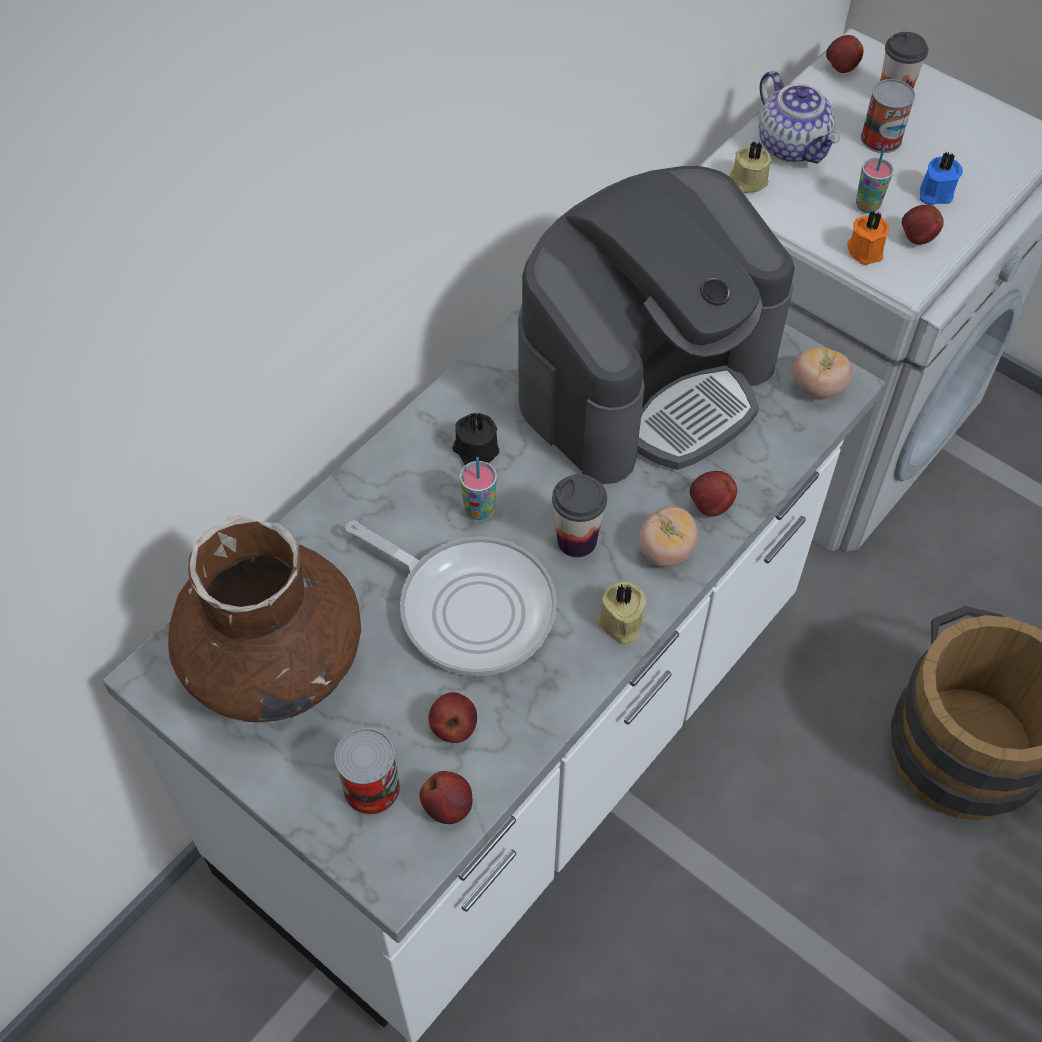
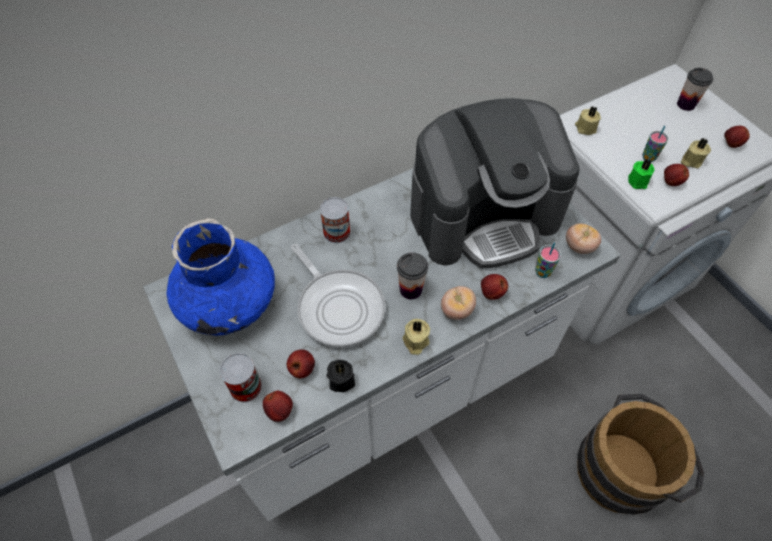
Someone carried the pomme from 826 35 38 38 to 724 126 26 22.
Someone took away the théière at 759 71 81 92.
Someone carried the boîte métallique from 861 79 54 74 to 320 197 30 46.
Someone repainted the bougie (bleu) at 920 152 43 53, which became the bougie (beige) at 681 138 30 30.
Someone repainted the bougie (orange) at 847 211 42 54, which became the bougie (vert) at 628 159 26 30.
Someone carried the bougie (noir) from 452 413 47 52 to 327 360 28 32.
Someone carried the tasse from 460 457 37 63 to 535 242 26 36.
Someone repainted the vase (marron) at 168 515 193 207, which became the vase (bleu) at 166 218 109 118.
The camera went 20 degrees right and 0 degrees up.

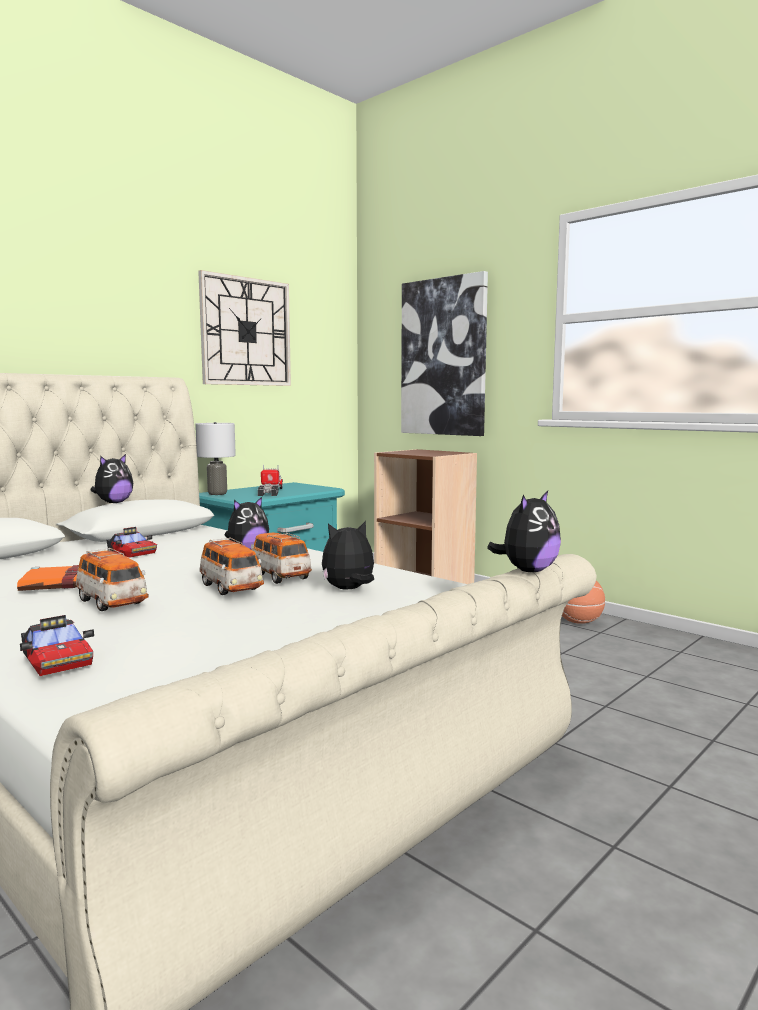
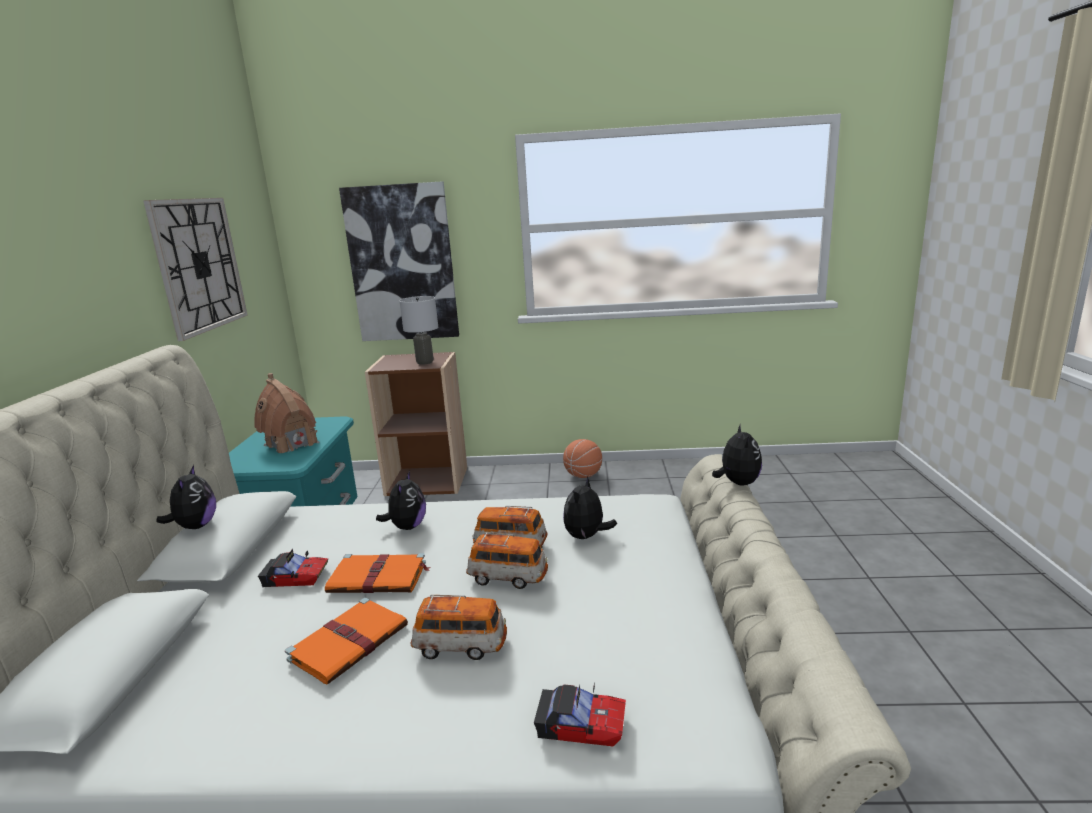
Someone carried the lampe de table (blanc) from 195 422 41 73 to 399 296 39 69.
Someone swapped the camion jouet at 258 465 25 31 for the maison miniature at 254 373 66 80.
Someone put down the livre (orange) at 325 553 106 40.
The camera went 40 degrees left and 10 degrees up.

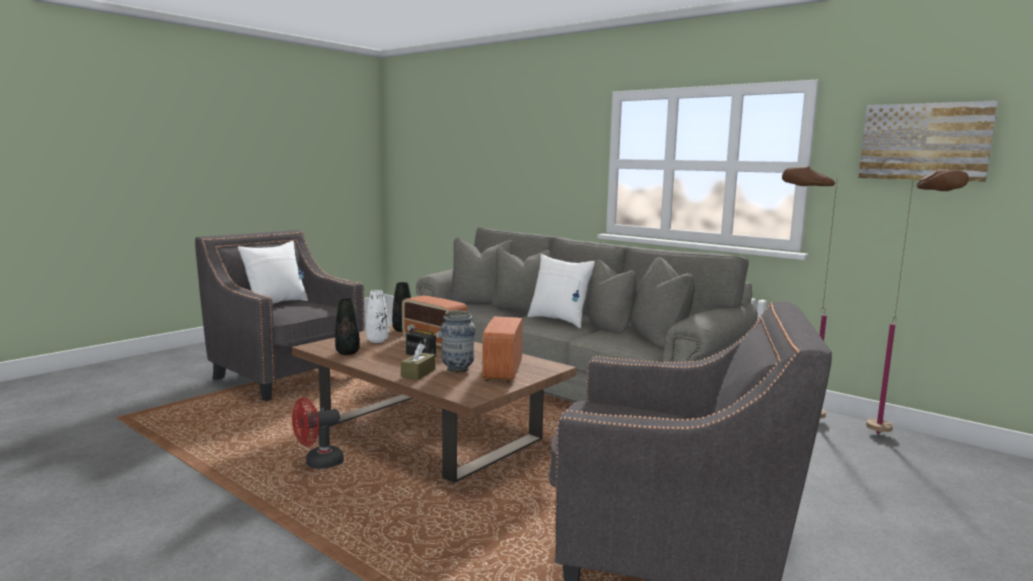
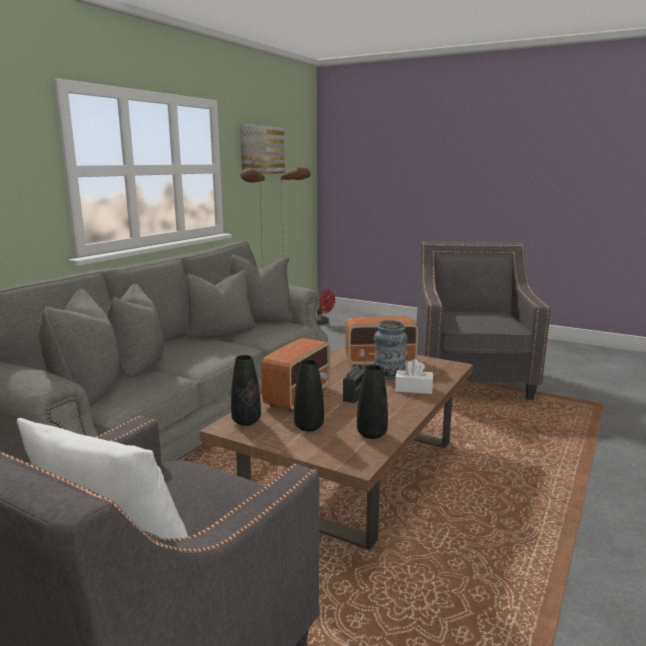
Someone took away the coussin (blanc) at 527 254 68 74.
Someone repainted the vase (blanc) at 366 290 23 53, which became the vase (noir) at 294 359 30 73.
Someone repainted the boîte à mouchoirs (marron) at 401 343 35 37, which became the boîte à mouchoirs (blanc) at 395 359 38 35.
Someone carried the ventilateur (rouge) from 292 398 52 71 to 316 290 19 35.
The camera went 100 degrees left and 5 degrees up.

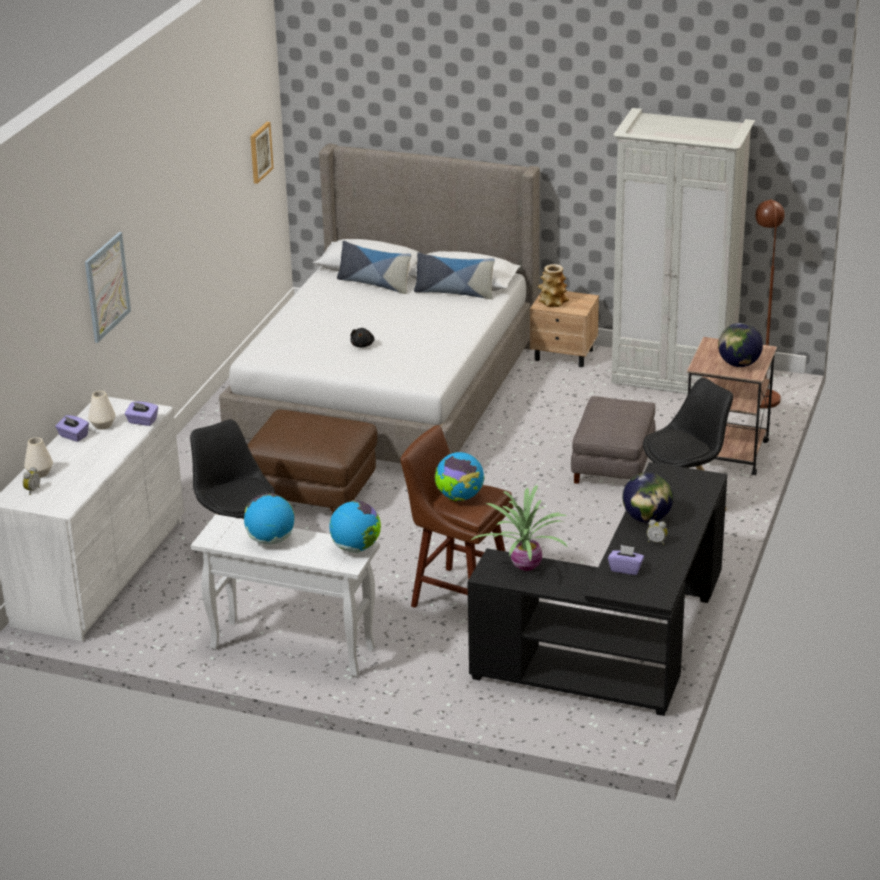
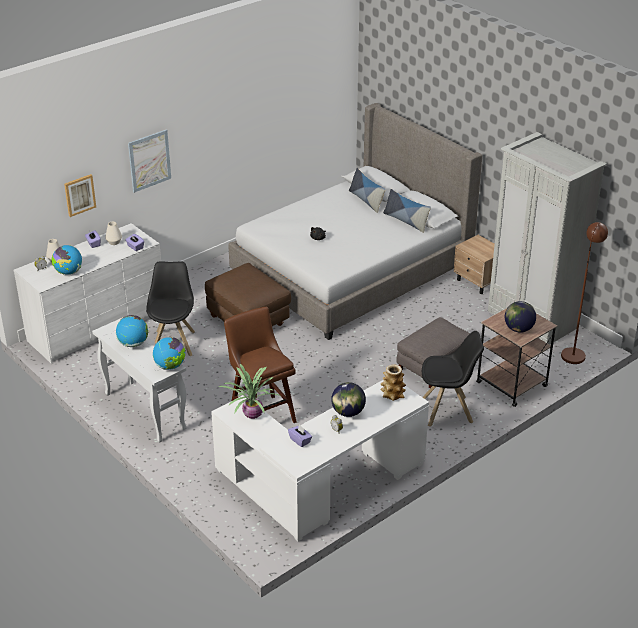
Someone carried the tableau from 250 122 24 62 to 64 174 32 43.
Someone carried the vase from 538 264 31 43 to 380 364 26 37.
Someone carried the globe from 435 452 50 49 to 52 245 30 30.
Someone repainted the bureau (noir) at 467 462 260 254, which became the bureau (blanc) at 211 380 218 162.
The camera went 30 degrees right and 5 degrees up.

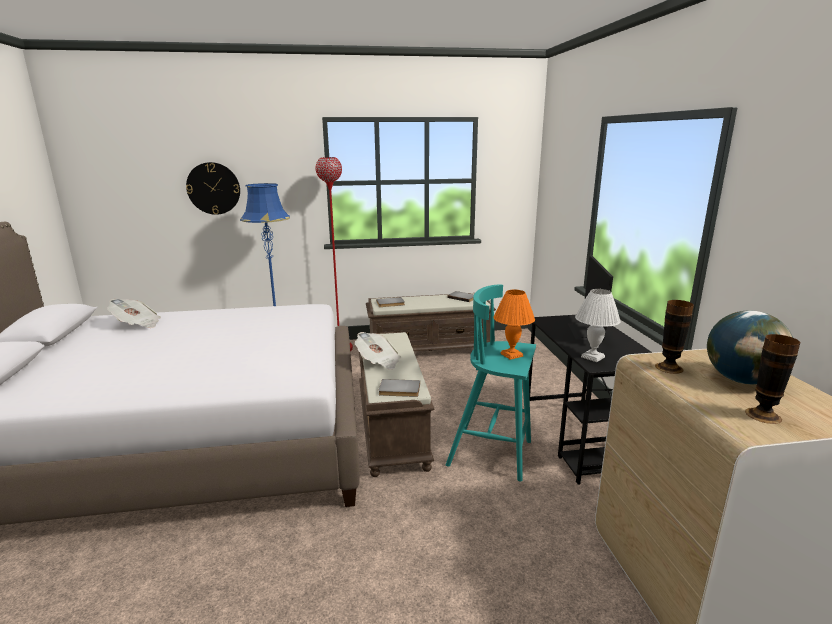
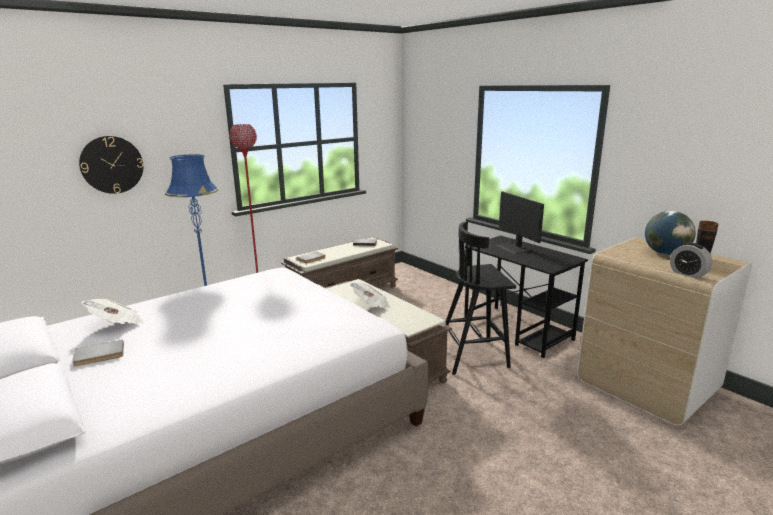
Someone repainted the tabouret (turquoise) at 446 284 90 197, which became the tabouret (noir) at 446 222 70 153.
Someone took away the lampe de table (blanc) at 575 289 46 73.
Someone took away the lampe de table (orange) at 493 290 42 70.
Someone took away the vase at 655 300 39 74.
Someone carried the livre (gris) from 378 379 42 18 to 72 340 52 26.
Someone put down the réveil at 670 242 42 37.
The camera went 30 degrees left and 0 degrees up.

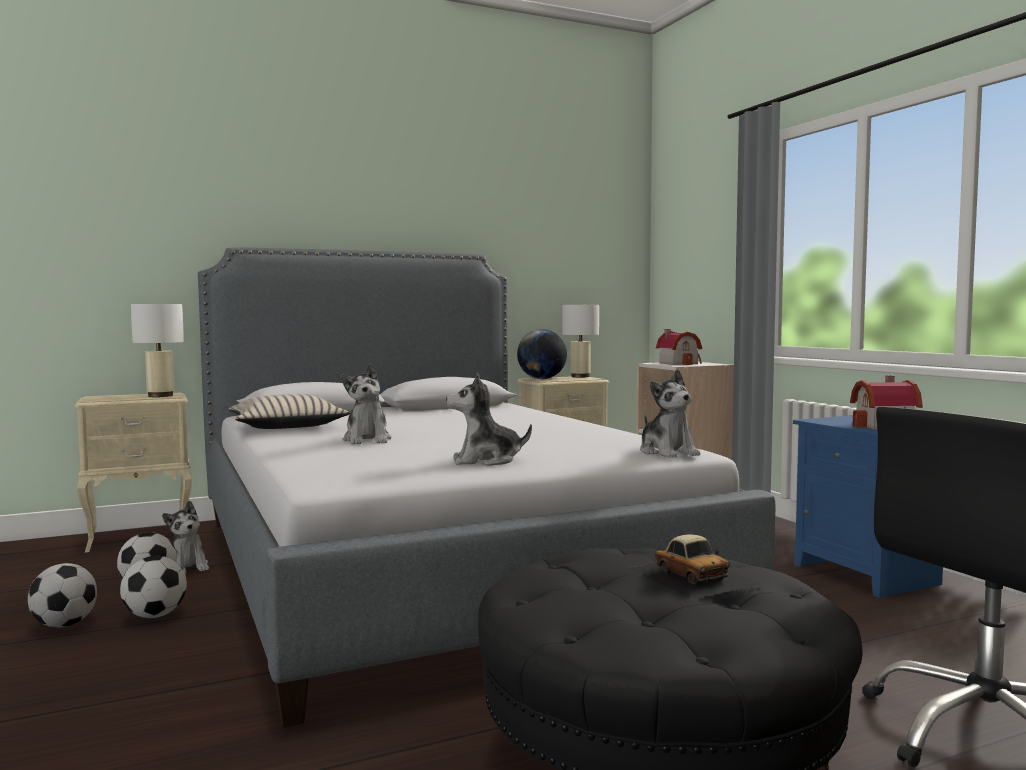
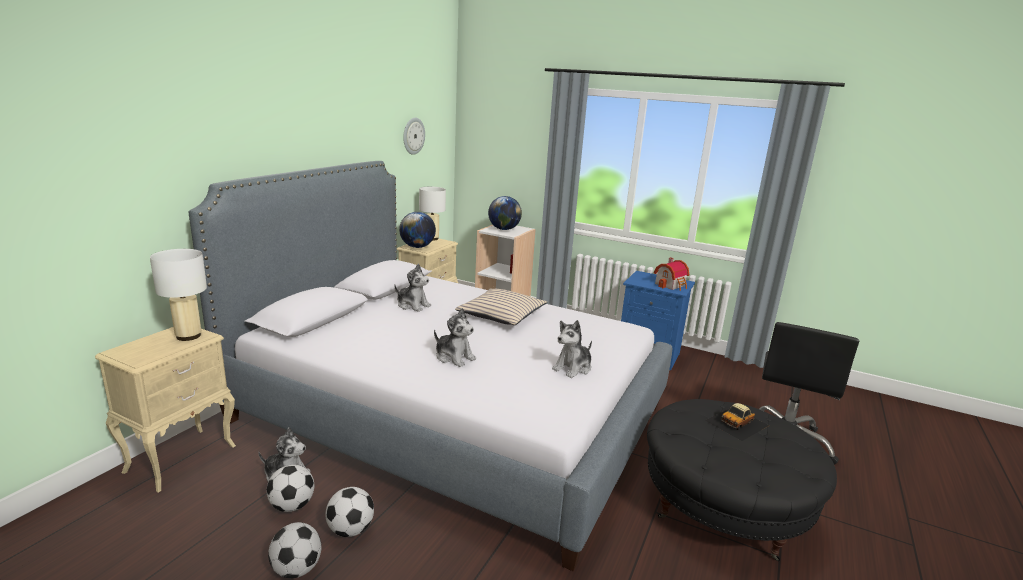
Someone swapped the maison miniature at 656 329 46 36 for the globe at 488 196 34 34.
Someone carried the peluche from 640 369 60 89 to 395 264 36 48.
Someone carried the coussin (beige) from 229 394 121 35 to 455 289 92 36.
Someone rotated the petite voiture at 627 534 136 65 by 120 degrees clockwise.
Someone put up the horloge murale at 403 118 22 37.
The camera went 40 degrees left and 15 degrees up.

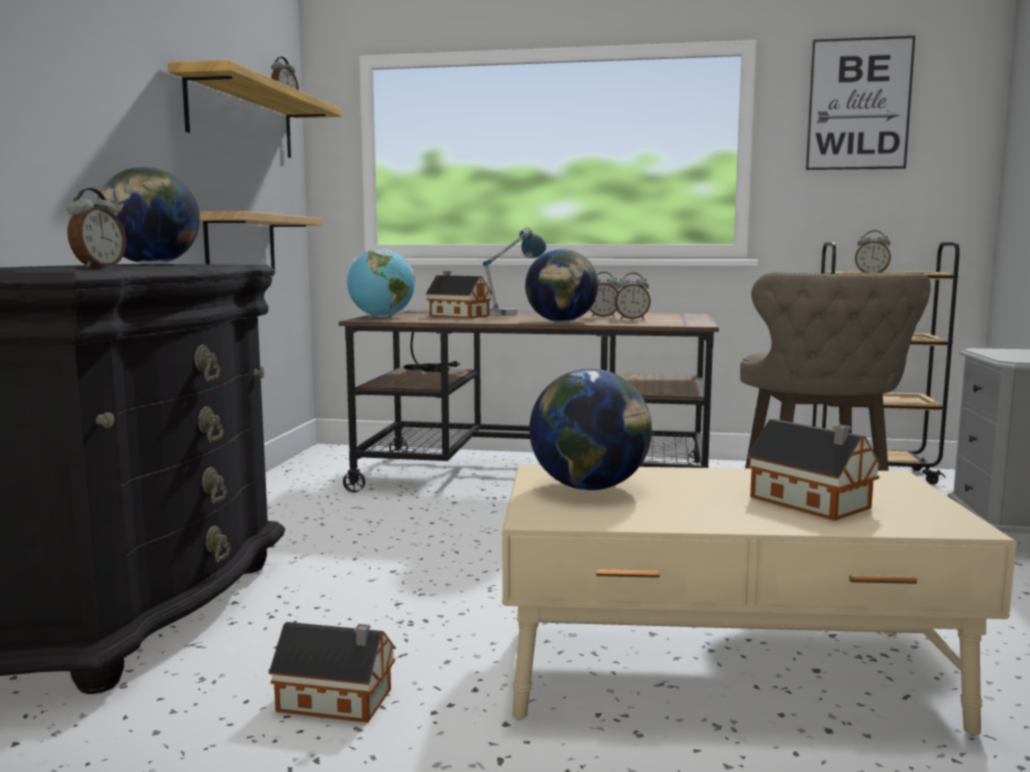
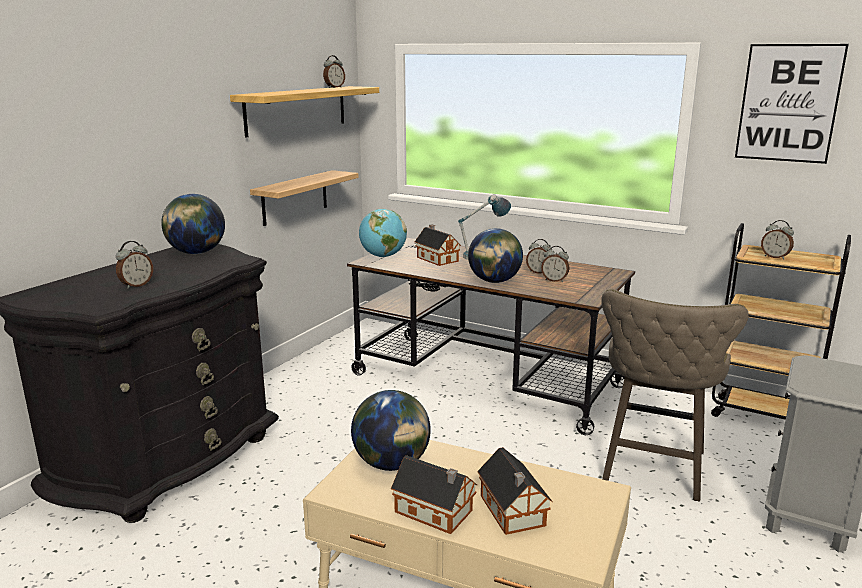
Someone carried the maison miniature from 269 622 127 101 to 391 455 86 79.
The camera went 20 degrees right and 10 degrees up.

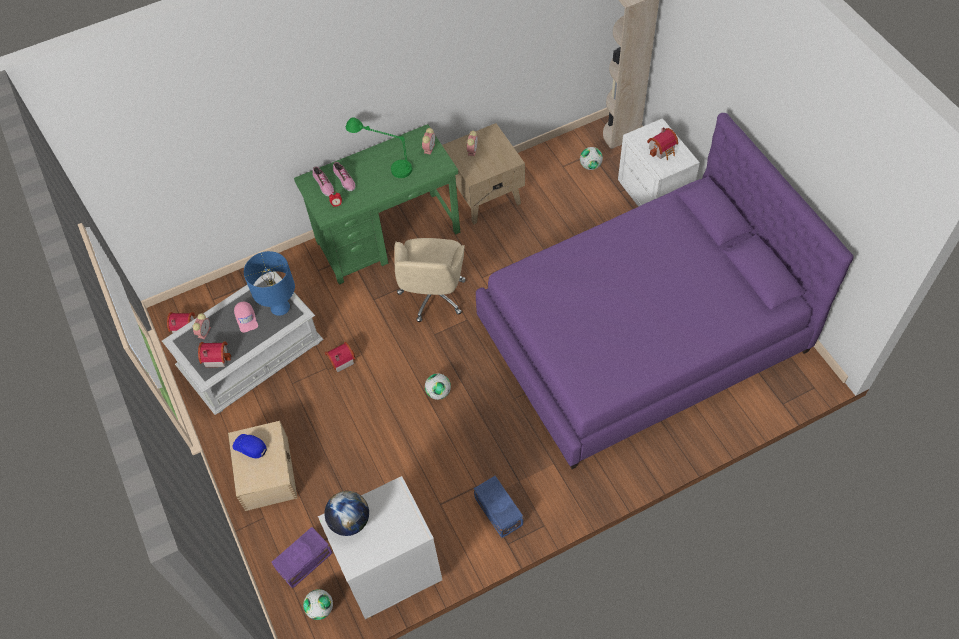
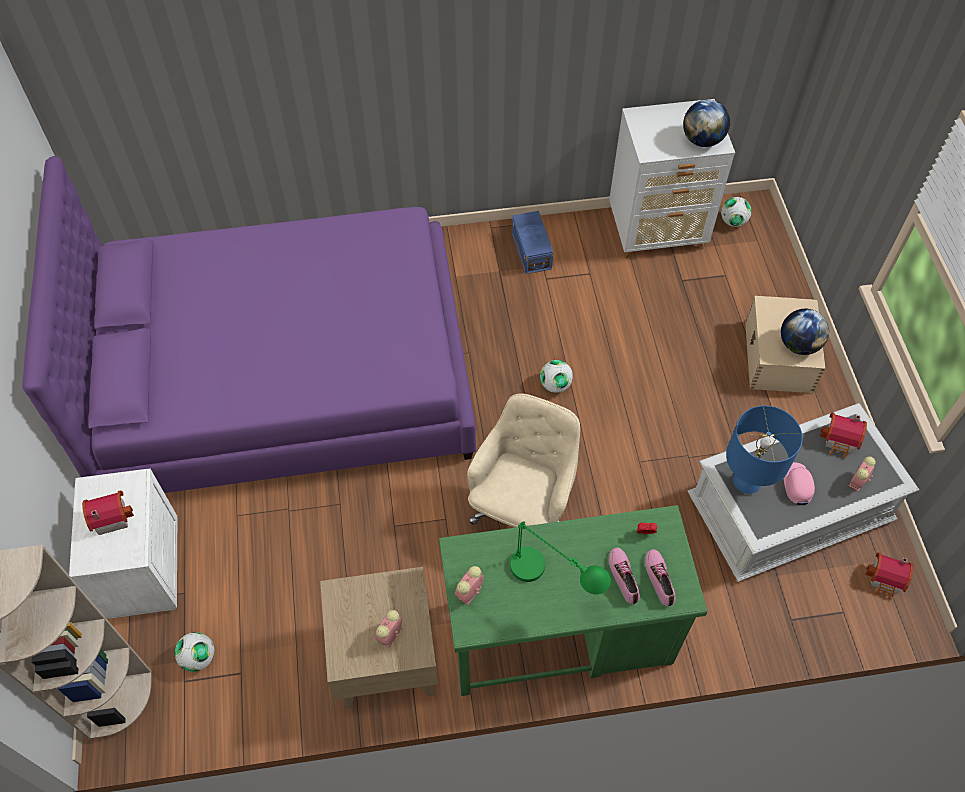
Someone took away the maison miniature at 325 342 30 30.
Someone swapped the casquette (bleu) at 233 434 34 25 for the globe at 781 309 48 46.
Someone took away the boîte de rangement (violet) at 271 527 61 62.
The camera went 165 degrees left and 0 degrees up.

